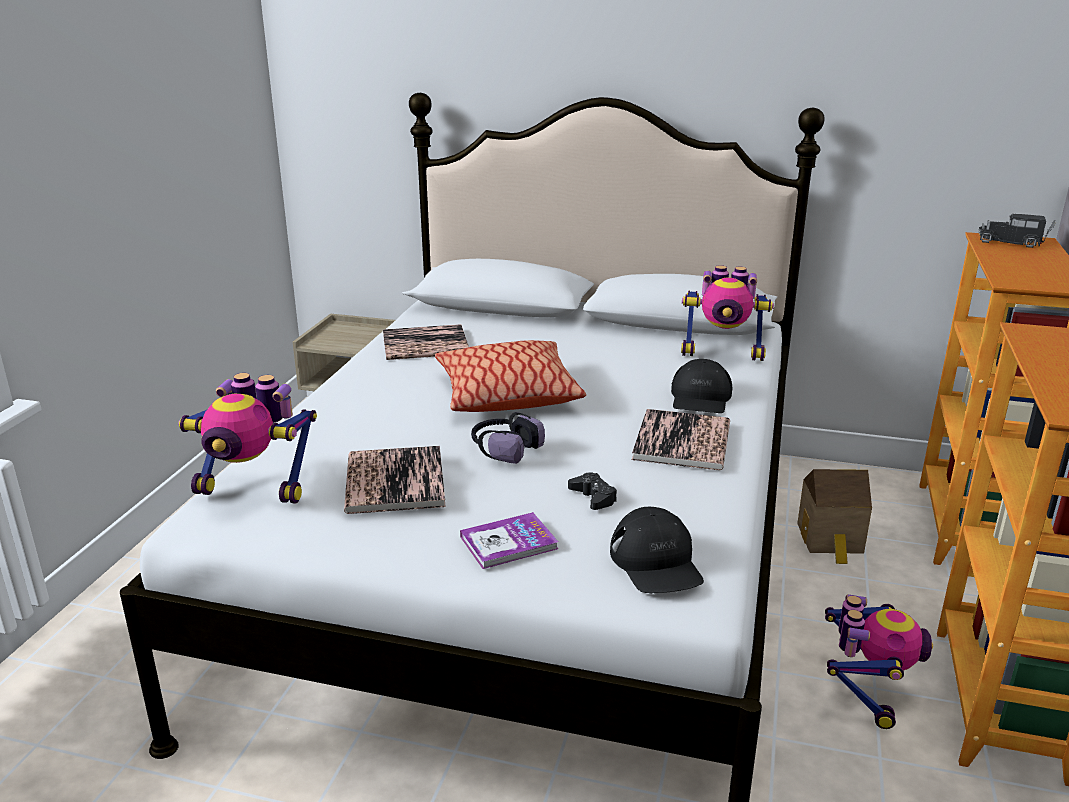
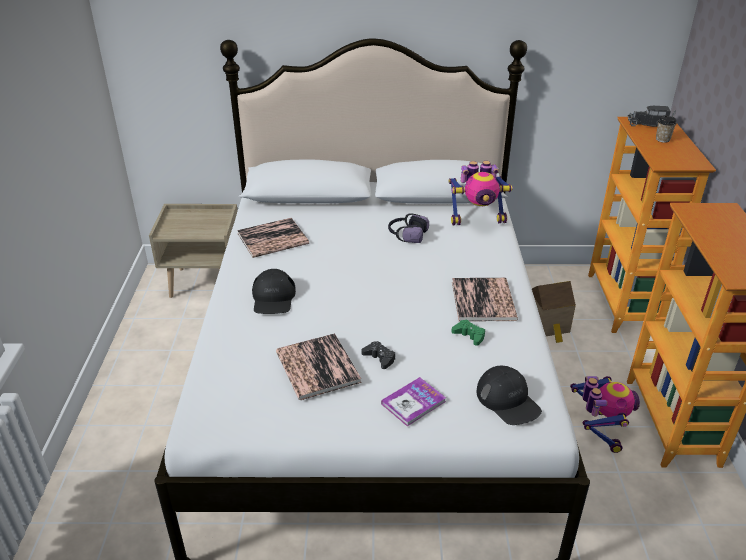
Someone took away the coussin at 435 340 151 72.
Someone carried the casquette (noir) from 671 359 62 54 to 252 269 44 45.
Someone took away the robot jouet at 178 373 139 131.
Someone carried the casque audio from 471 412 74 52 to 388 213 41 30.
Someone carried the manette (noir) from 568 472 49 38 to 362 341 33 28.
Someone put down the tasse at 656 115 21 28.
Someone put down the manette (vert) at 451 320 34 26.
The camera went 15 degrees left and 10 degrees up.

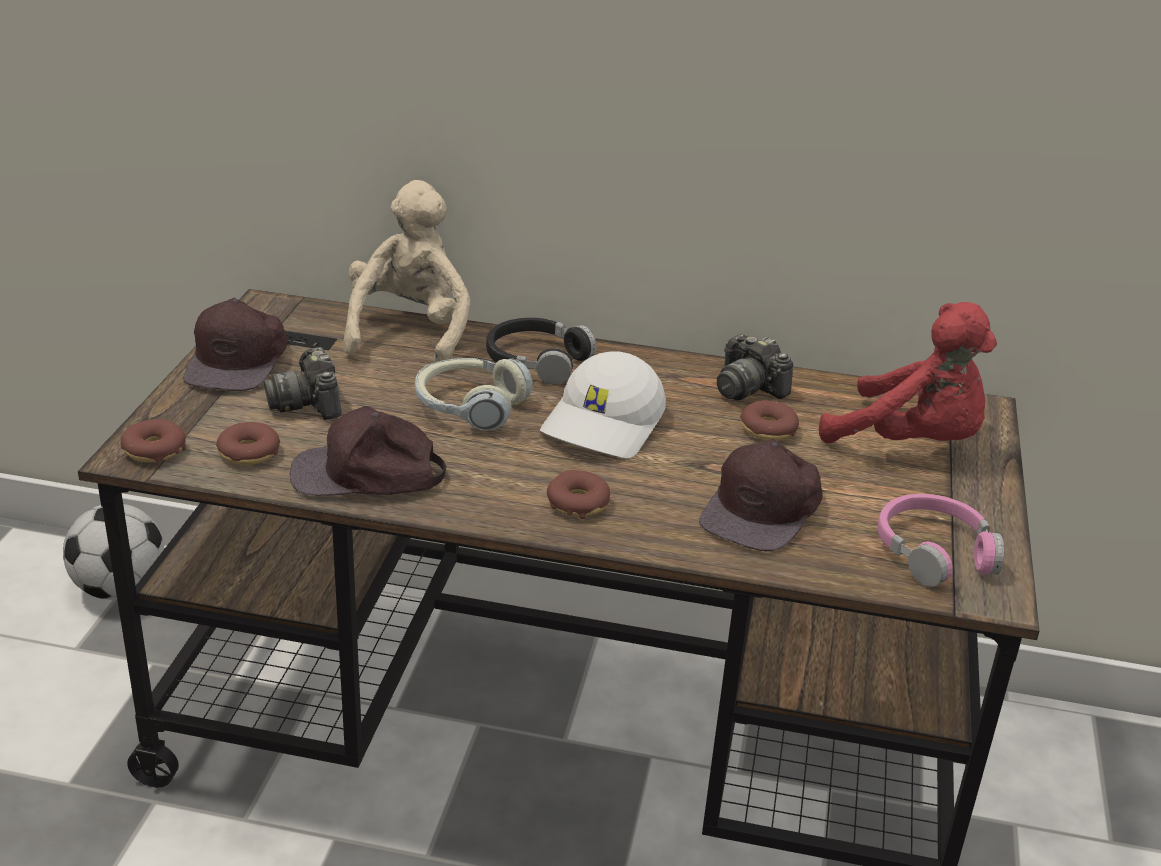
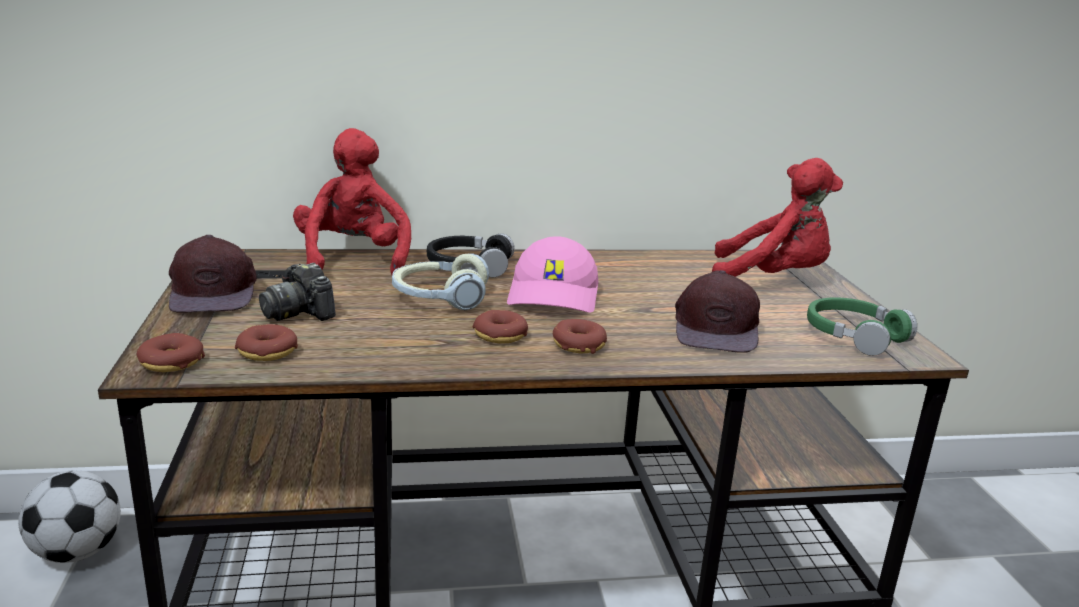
Someone repainted the peluche (beige) at 343 180 128 183, which became the peluche (rouge) at 293 128 118 147.
Someone took away the appareil photo at 717 334 76 66.
Someone repainted the casquette (blanc) at 540 351 126 107, which became the casquette (rose) at 507 236 91 77.
Someone carried the beignet from 740 400 59 41 to 472 310 56 34.
Someone took away the casquette (marron) at 289 406 158 90.
Someone repainted the casque audio (rose) at 877 494 127 93, which became the casque audio (vert) at 807 297 110 59.
The camera went 20 degrees left and 10 degrees down.

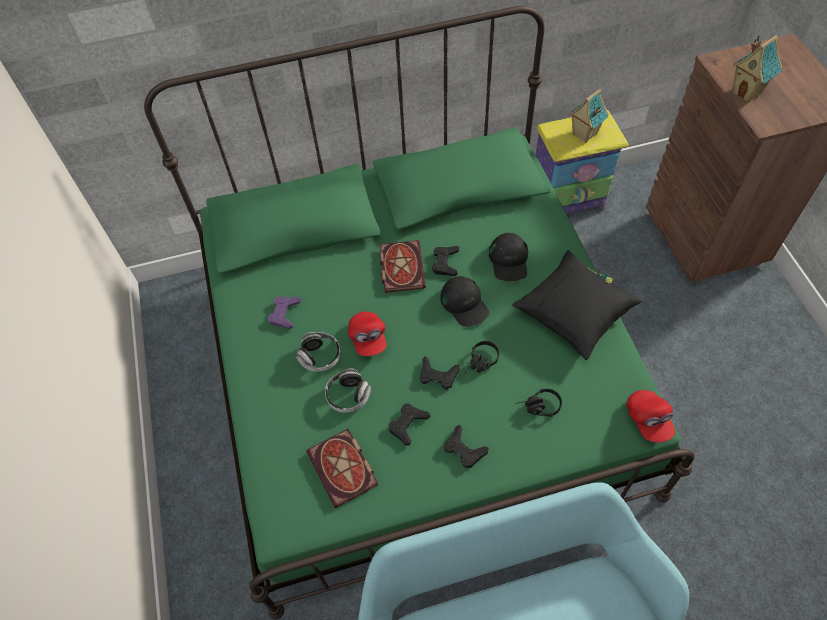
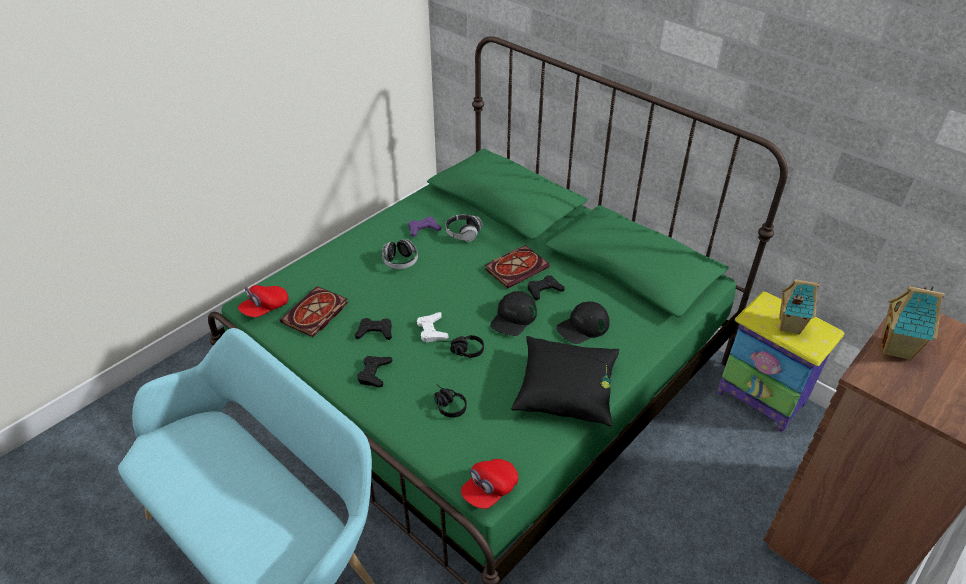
Someone carried the casquette (rouge) from 348 312 39 44 to 238 285 51 32.
Someone repainted the manette (noir) at 420 356 40 34, which became the manette (blanc) at 417 312 31 31.
Someone carried the casque audio from 325 368 46 45 to 446 215 36 27.
The camera went 55 degrees right and 15 degrees down.

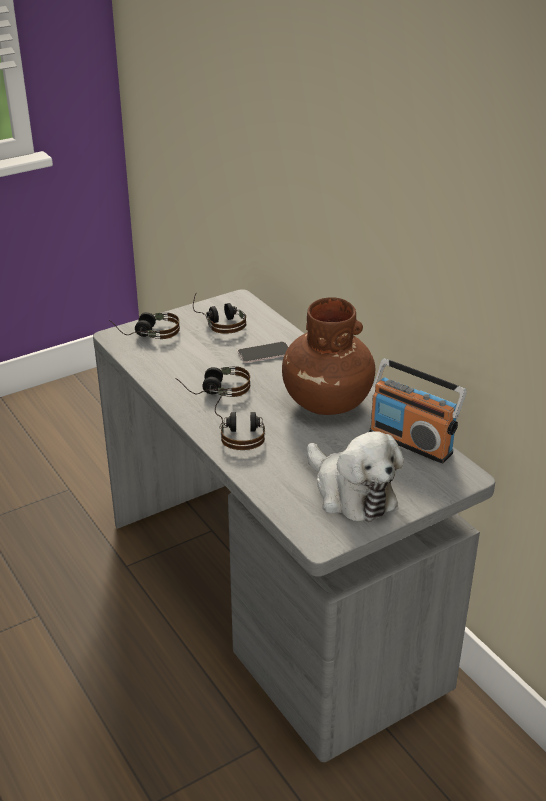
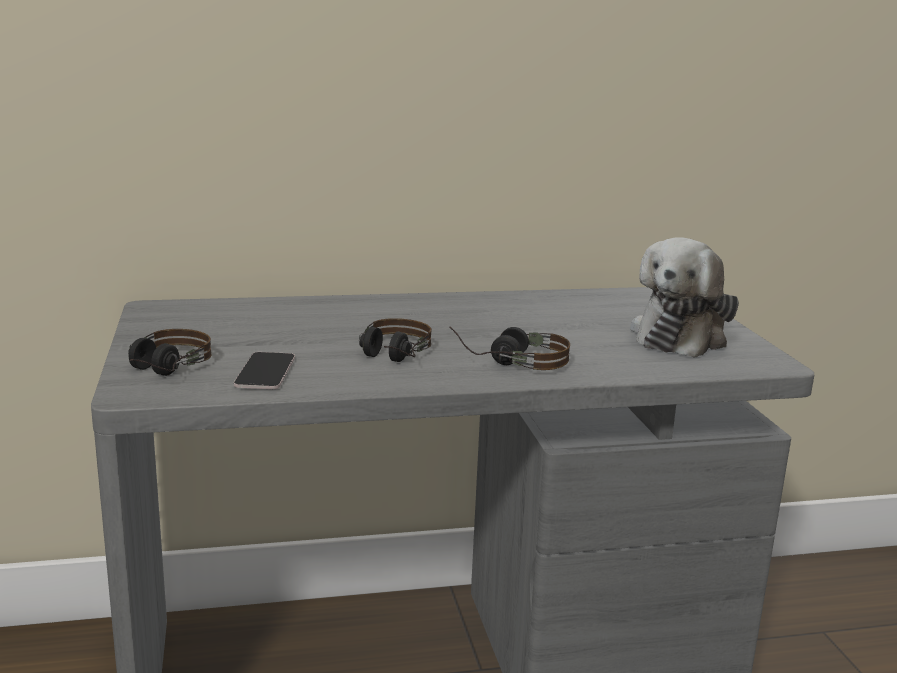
Someone took away the casque audio at 193 293 53 41.
Someone took away the vase (marron) at 282 297 93 118.
Someone carried the téléphone from 238 342 50 21 to 234 352 61 37.
Someone took away the radio at 369 359 98 104.
Someone rotated the peluche at 307 431 97 91 by 135 degrees clockwise.
The camera went 70 degrees left and 15 degrees down.

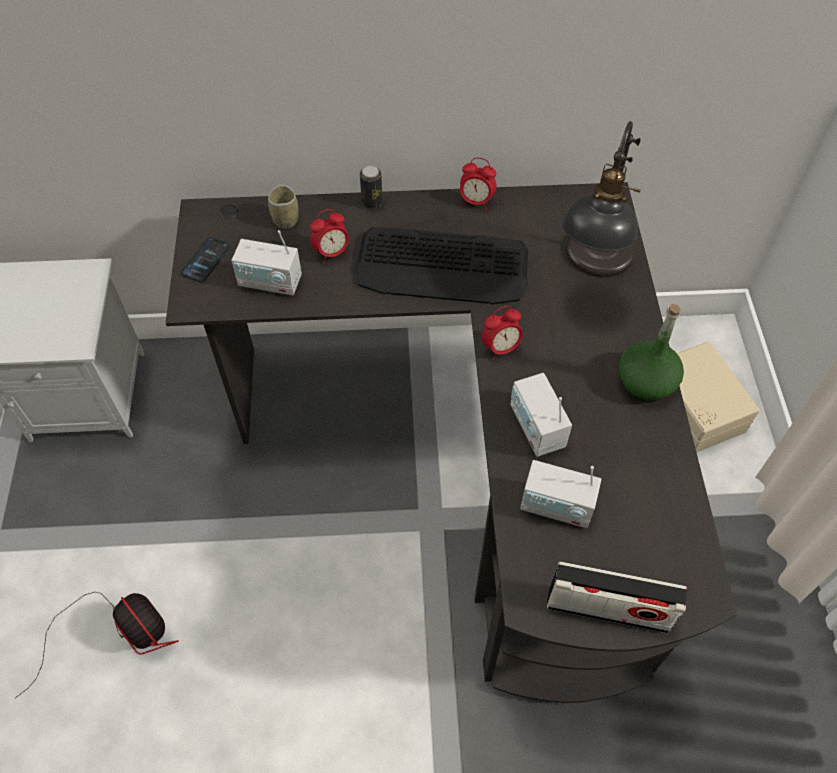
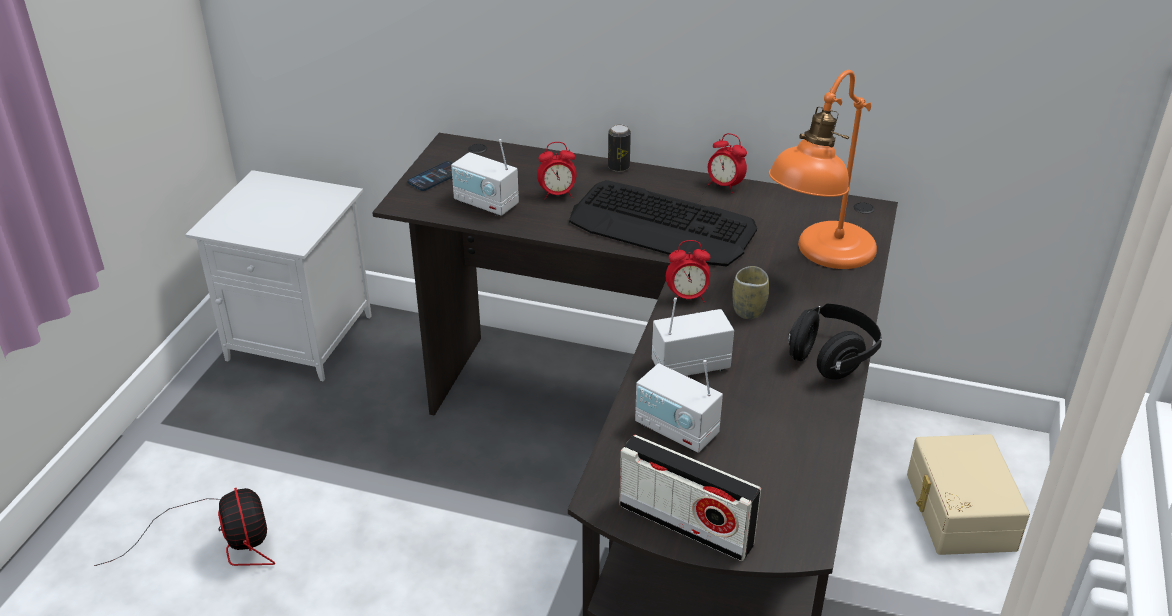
Someone repainted the lampe de table (gris) at 562 121 79 156, which became the lampe de table (orange) at 769 70 108 199.
Someone carried the tasse from 268 185 31 44 to 732 266 37 53.
Someone swapped the bouteille (vert) at 619 304 65 97 for the casque audio (noir) at 788 303 94 77.
Someone rotated the radio at 510 373 62 84 by 75 degrees clockwise.
The camera went 20 degrees right and 20 degrees down.

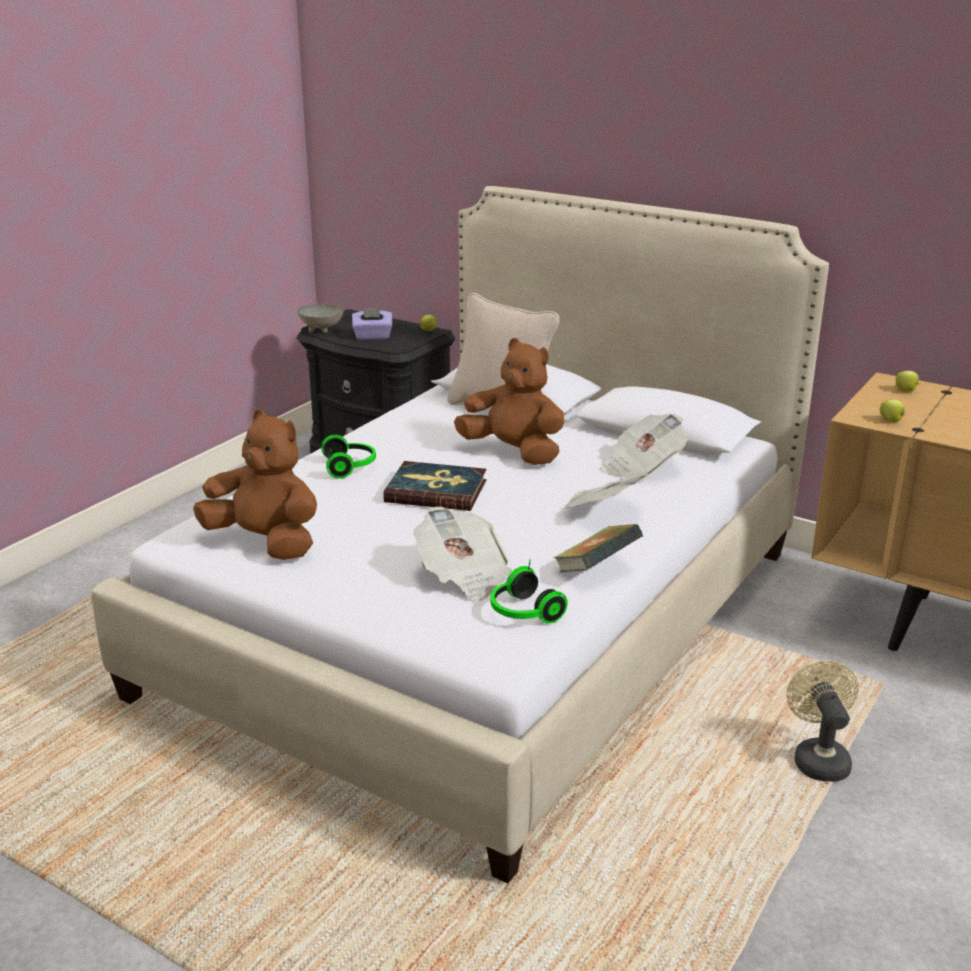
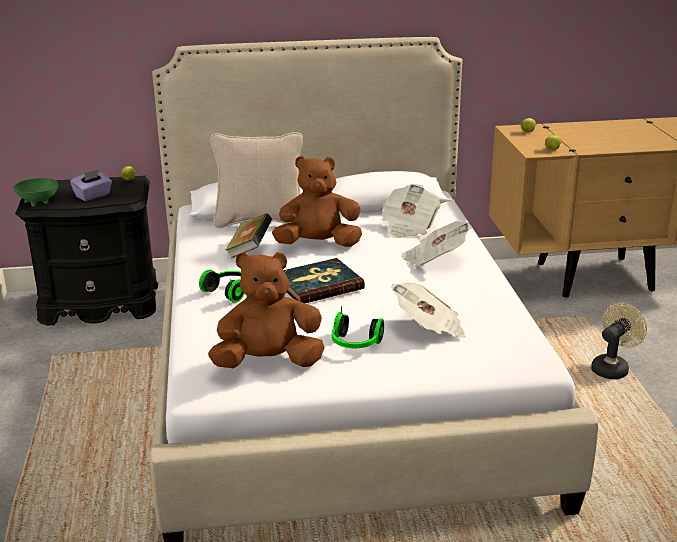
Someone repainted the bol (gris) at 297 304 46 29, which became the bol (vert) at 13 178 45 29.
Someone carried the livre from 553 524 90 48 to 225 213 47 45.
Someone carried the casque audio from 491 560 77 64 to 332 306 52 42.
Someone rotated the ventilateur (beige) at 786 660 73 122 by 90 degrees clockwise.
The camera went 40 degrees left and 0 degrees up.

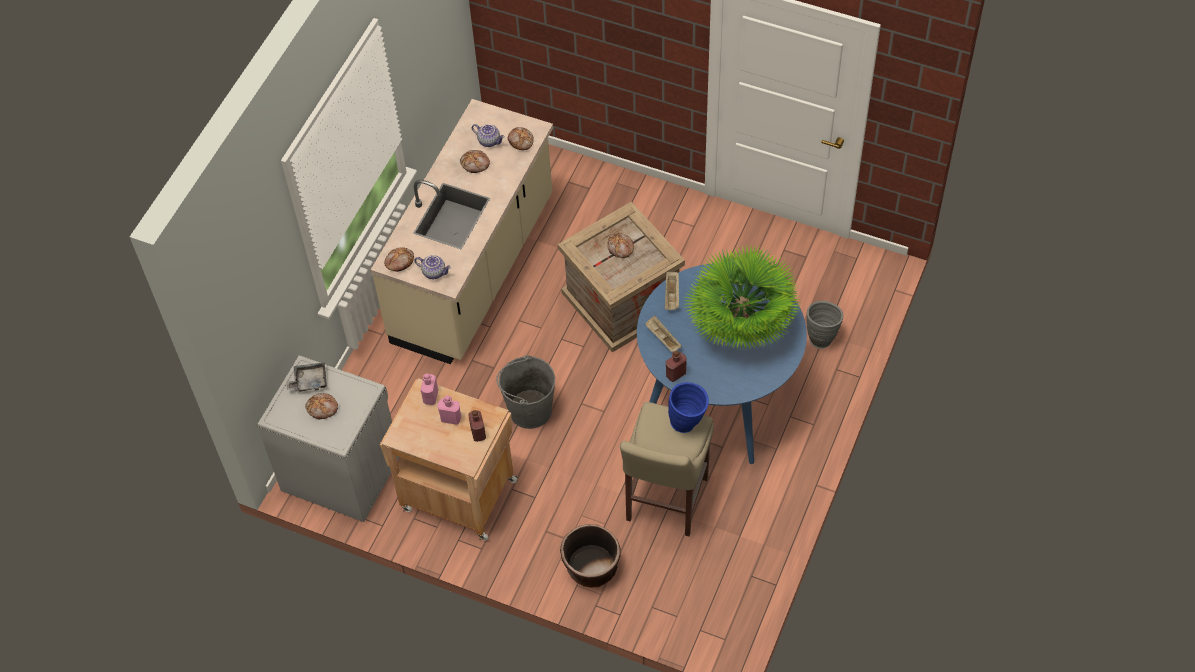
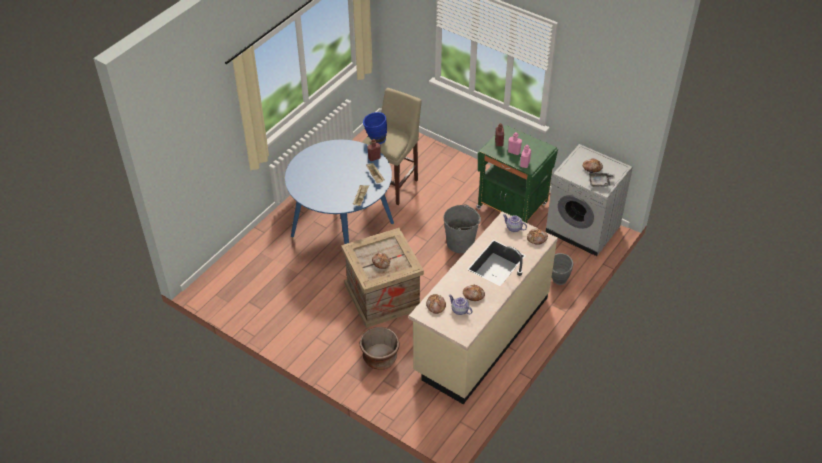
Someone took away the plante en pot at 683 244 118 107.
Someone carried the vase (gris) from 807 301 36 48 to 552 253 21 32.
Someone repainted the chariot (marron) at 380 378 137 163, which became the chariot (vert) at 476 125 82 98.
Someone carried the cache-pot (marron) from 560 524 61 64 to 360 327 40 43.
The camera went 170 degrees left and 10 degrees down.

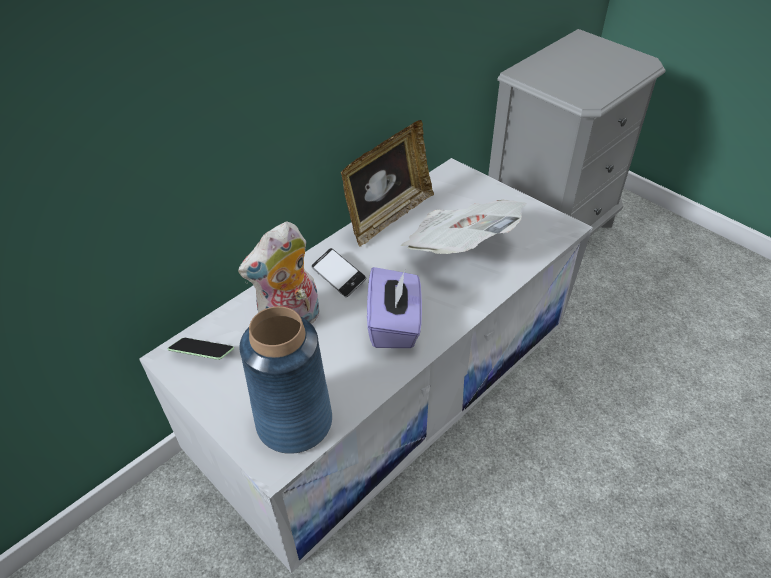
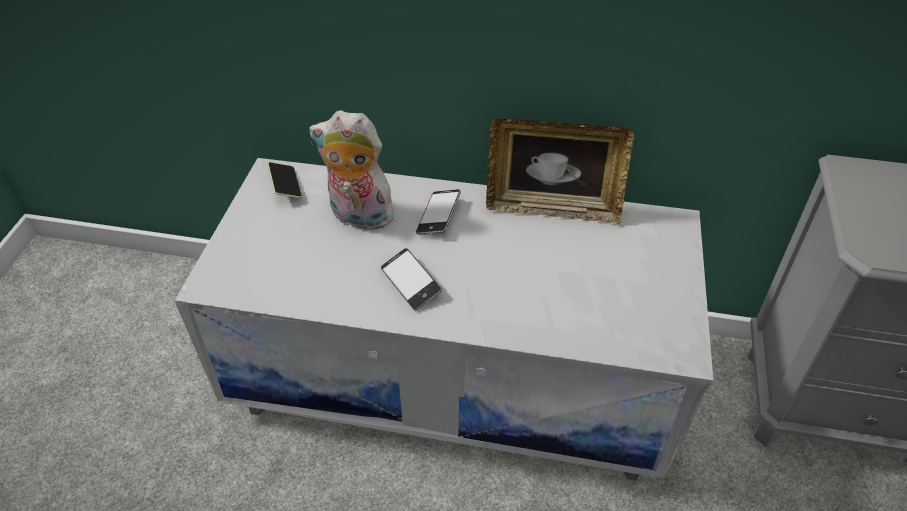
Someone took away the journal at 401 200 125 54.
Someone swapped the boîte à mouchoirs (violet) at 367 267 55 81 for the téléphone at 381 248 61 63.
Someone took away the vase (bleu) at 239 306 93 148.
The camera went 55 degrees right and 0 degrees up.

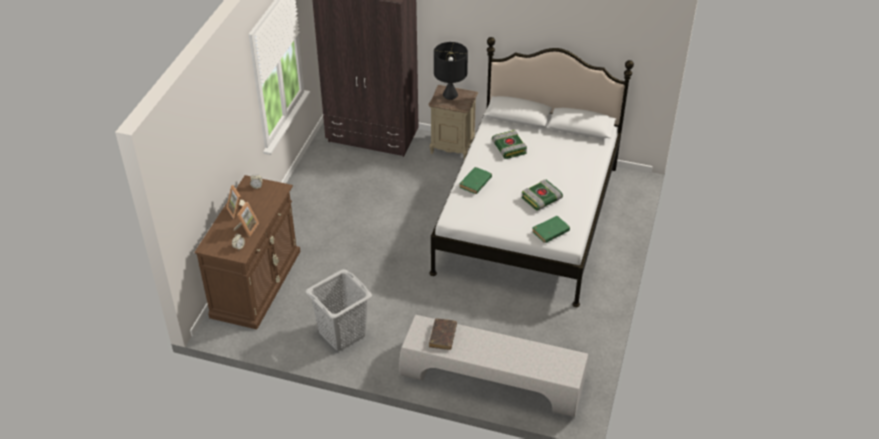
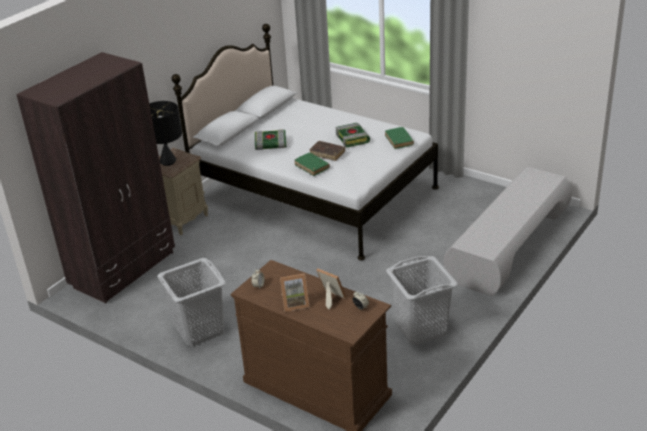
Someone carried the livre (marron) from 429 318 28 32 to 310 141 35 20.
Someone put down the panier à linge (gris) at 157 258 69 88.
The camera went 70 degrees left and 10 degrees down.

